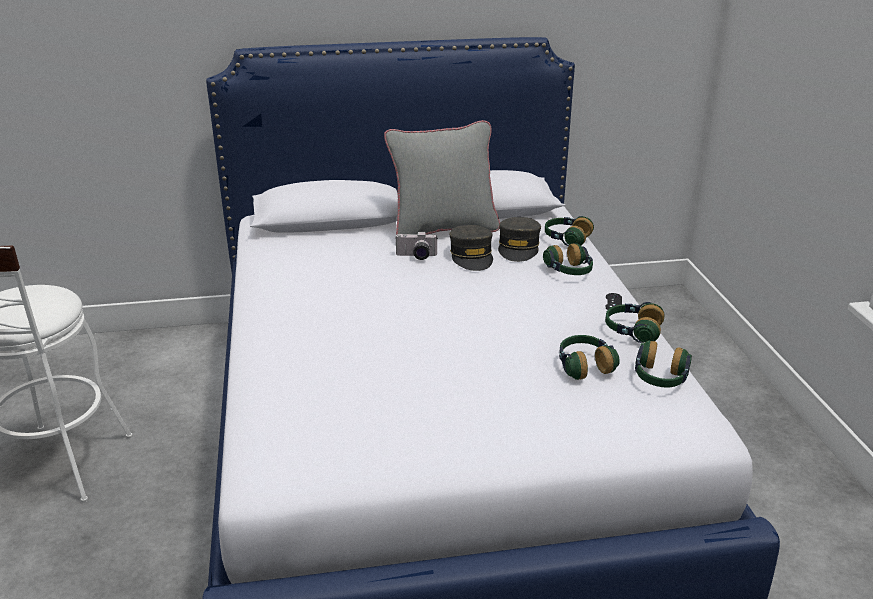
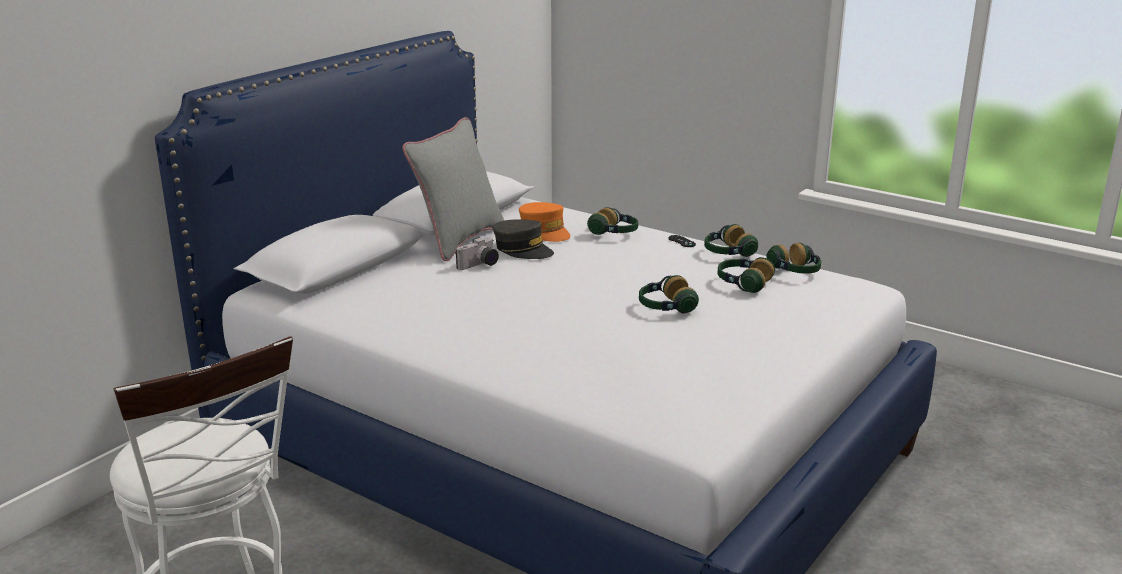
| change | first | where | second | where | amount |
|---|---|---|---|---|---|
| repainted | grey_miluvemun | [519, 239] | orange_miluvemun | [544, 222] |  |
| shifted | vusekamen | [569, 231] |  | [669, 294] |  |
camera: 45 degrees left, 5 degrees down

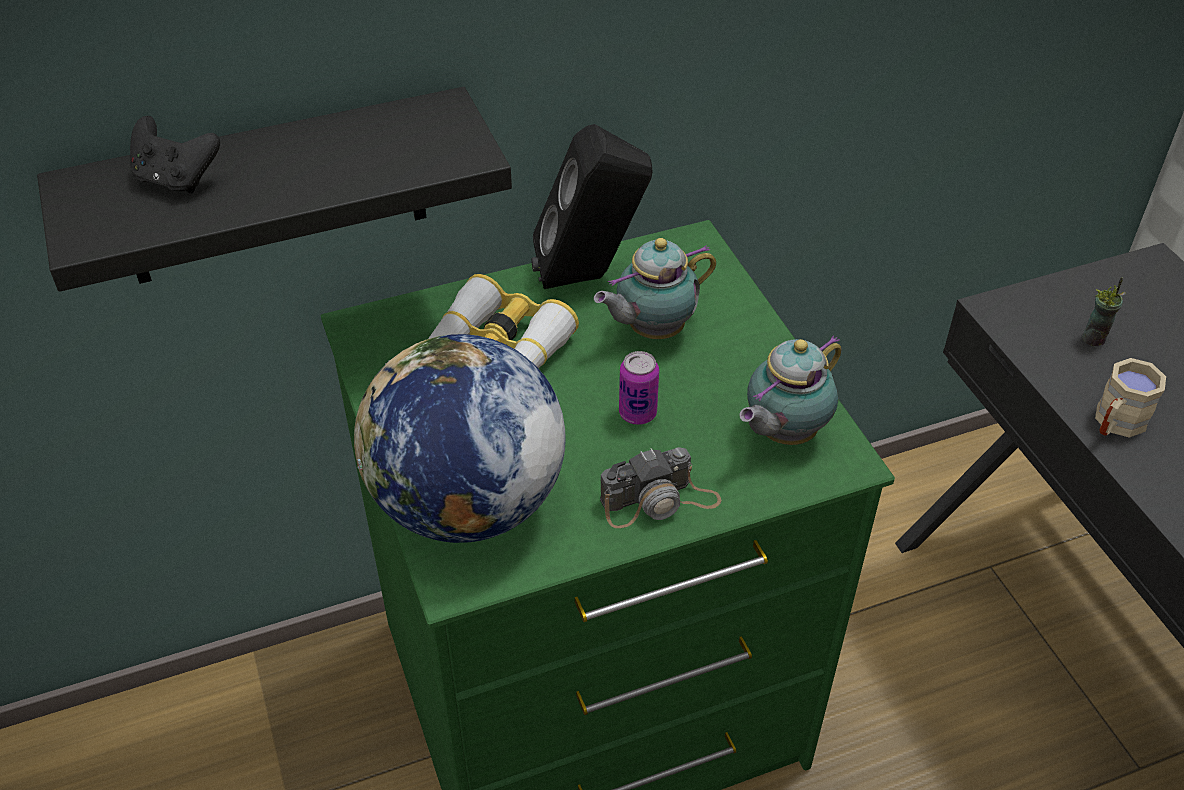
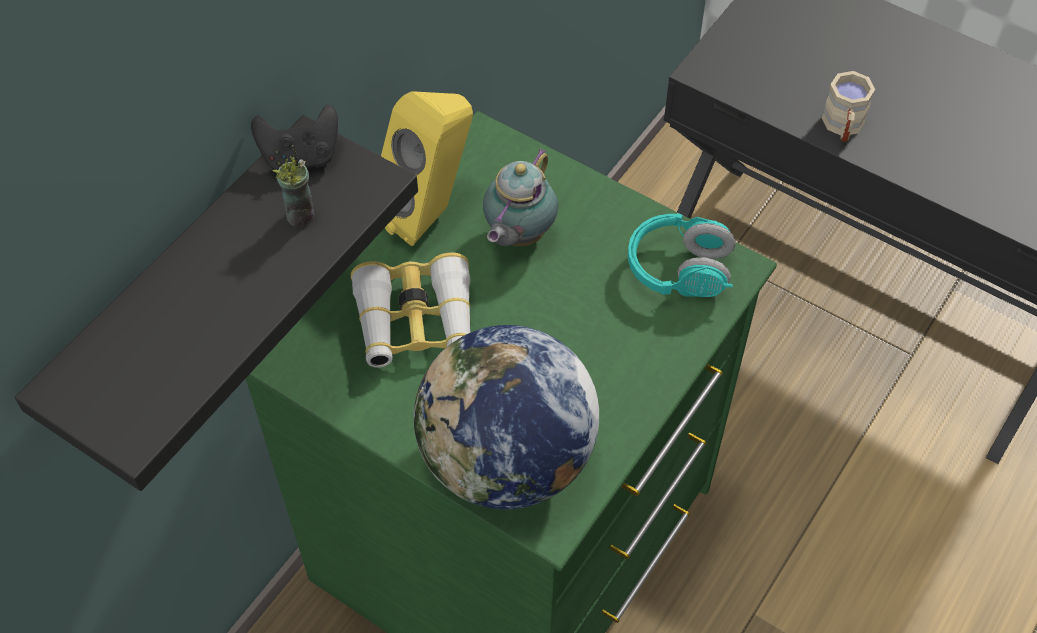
| change | first | where | second | where | amount |
|---|---|---|---|---|---|
| shifted | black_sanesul | [175, 154] |  | [294, 137] |  |
| repainted | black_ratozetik | [591, 206] | yellow_ratozetik | [427, 168] |  |
| gone | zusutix | [661, 487] |  |  |  |
| gone | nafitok | [639, 388] |  |  |  |
| swapped | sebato | [790, 390] | turquoise_vusekamen | [682, 255] |  |
| shifted | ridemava | [1104, 311] |  | [293, 186] |  |
camera: 35 degrees left, 10 degrees up

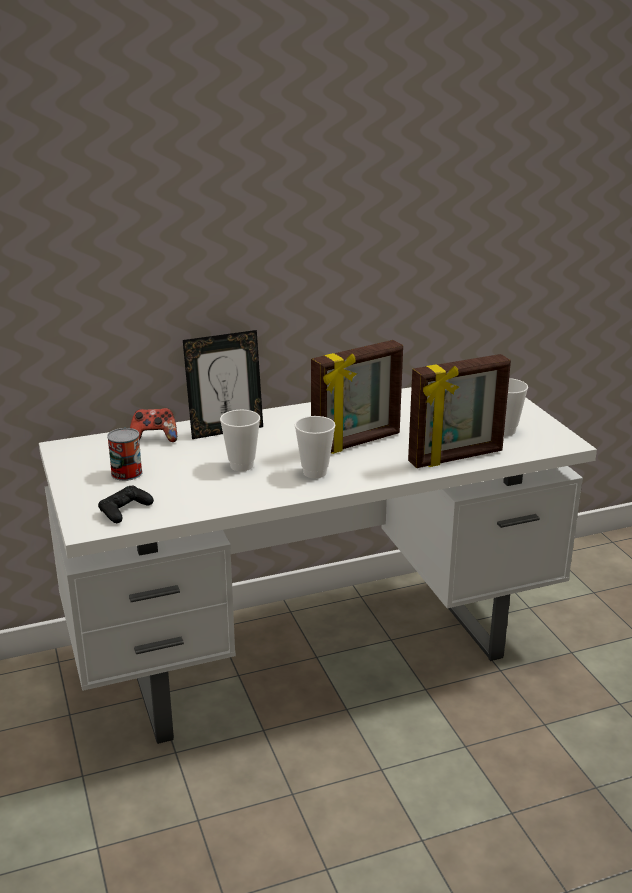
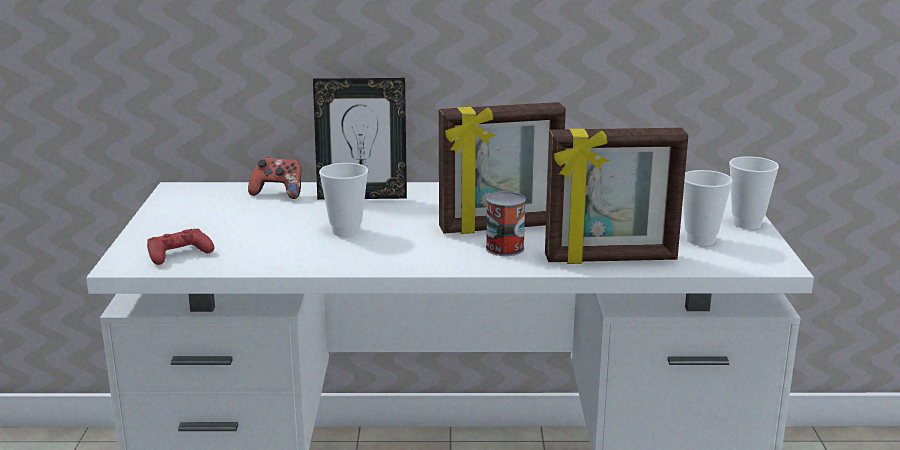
| change | first | where | second | where | amount |
|---|---|---|---|---|---|
| repainted | black_sanesul | [126, 504] | red_sanesul | [180, 247] |  |
| shifted | nafitok | [125, 454] |  | [506, 223] |  |
| shifted | ridemava | [315, 447] |  | [754, 192] |  |
camera: 20 degrees right, 5 degrees down

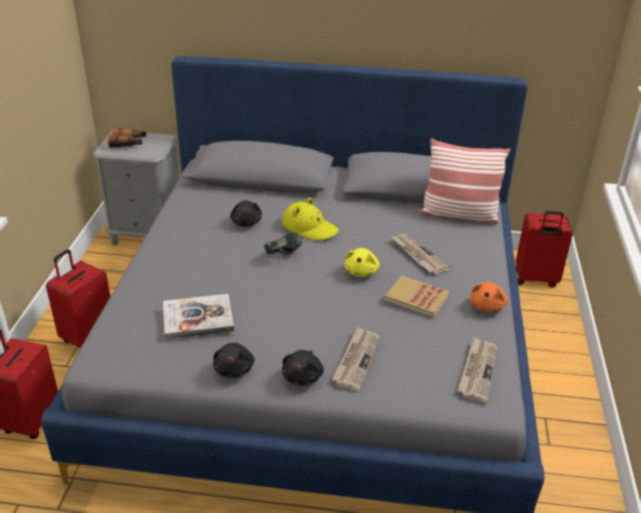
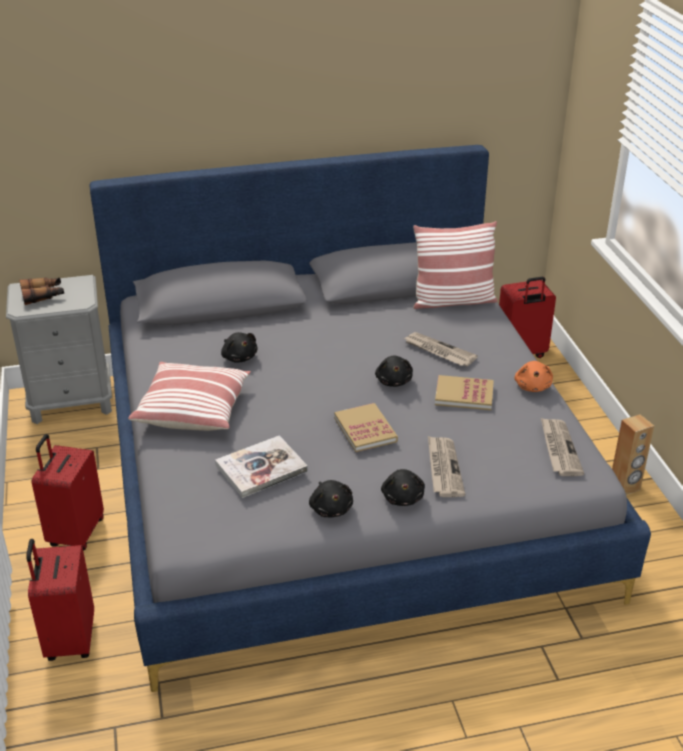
| change | first | where | second | where | amount |
|---|---|---|---|---|---|
| gone | vusekamen | [283, 243] |  |  |  |
| gone | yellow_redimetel | [310, 219] |  |  |  |
| repainted | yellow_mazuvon | [362, 262] | black_mazuvon | [394, 371] |  |
| new |  |  | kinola | [189, 396] |  |
| new |  |  | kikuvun | [366, 427] |  |
| new |  |  | brown_ratozetik | [633, 454] |  |
camera: 20 degrees left, 0 degrees up

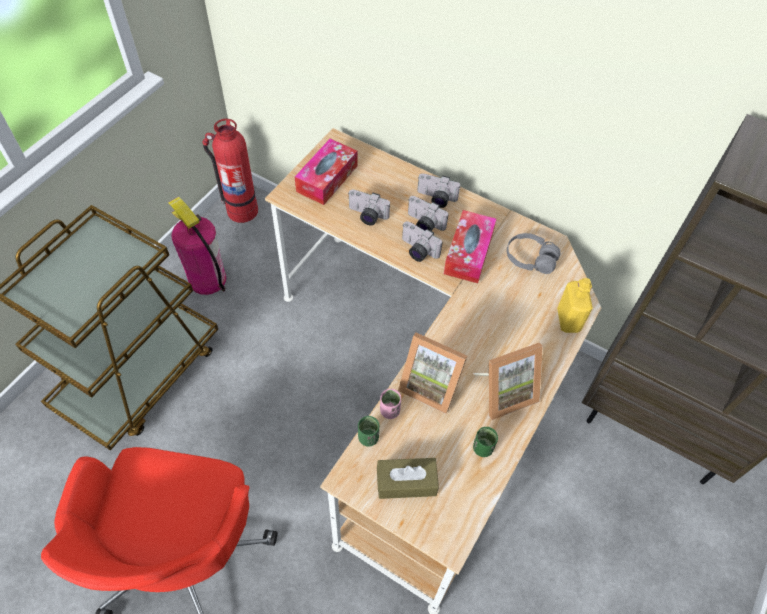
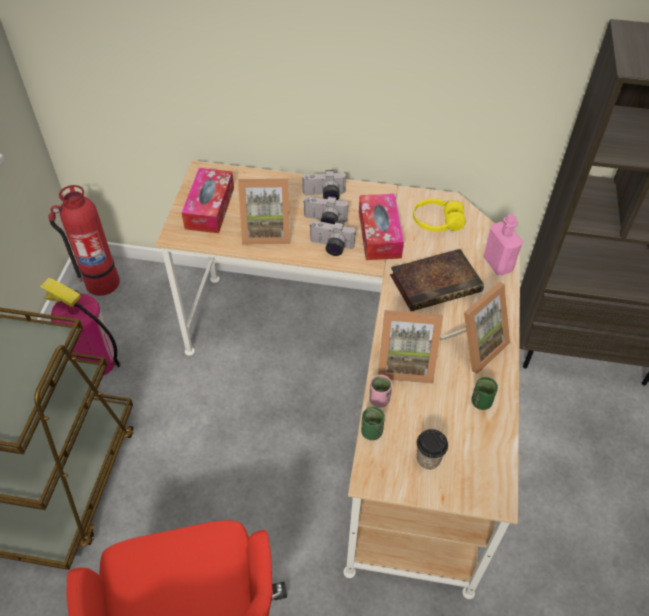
| change | first | where | second | where | amount |
|---|---|---|---|---|---|
| swapped | zusutix | [369, 207] | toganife | [264, 211] |  |
| swapped | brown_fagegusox | [408, 478] | ridemava | [432, 449] |  |
| repainted | grey_vusekamen | [534, 253] | yellow_vusekamen | [439, 215] |  |
| repainted | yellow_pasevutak | [575, 305] | pink_pasevutak | [503, 244] |  |
| new |  |  | kikuvun | [437, 280] |  |
camera: 20 degrees left, 5 degrees down

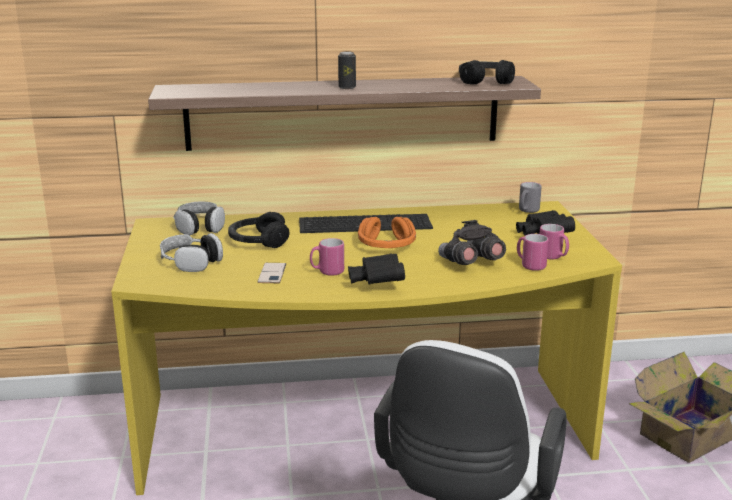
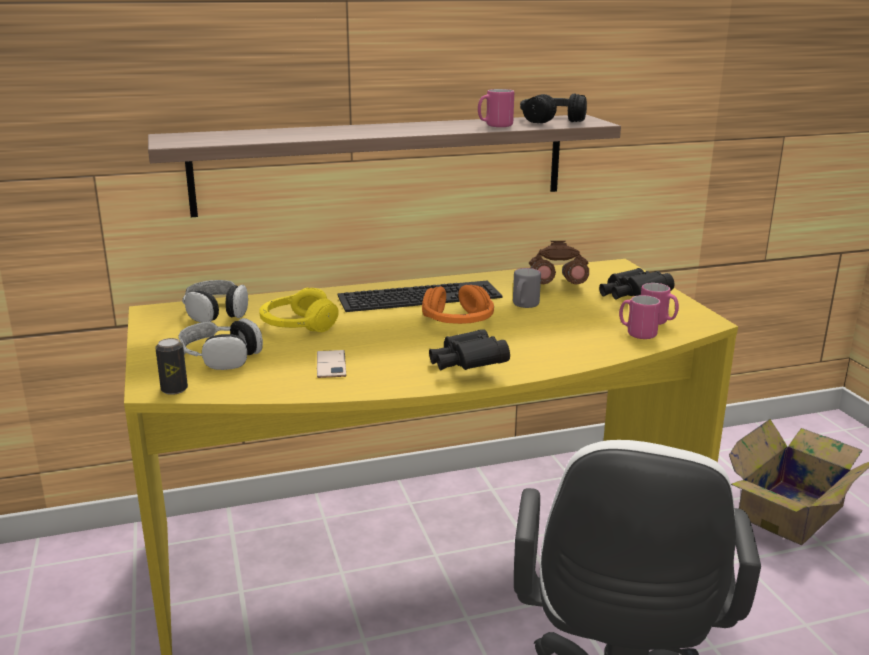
| change | first | where | second | where | amount |
|---|---|---|---|---|---|
| repainted | black_vusekamen | [259, 230] | yellow_vusekamen | [299, 309] |  |
| shifted | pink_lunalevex | [327, 257] |  | [496, 108] |  |
| shifted | nafitok | [347, 70] |  | [171, 366] |  |
| gone | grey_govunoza | [472, 242] |  |  |  |
| shifted | grey_lunalevex | [530, 197] |  | [527, 288] |  |
| new |  |  | brown_govunoza | [559, 263] |  |
camera: 10 degrees left, 0 degrees up

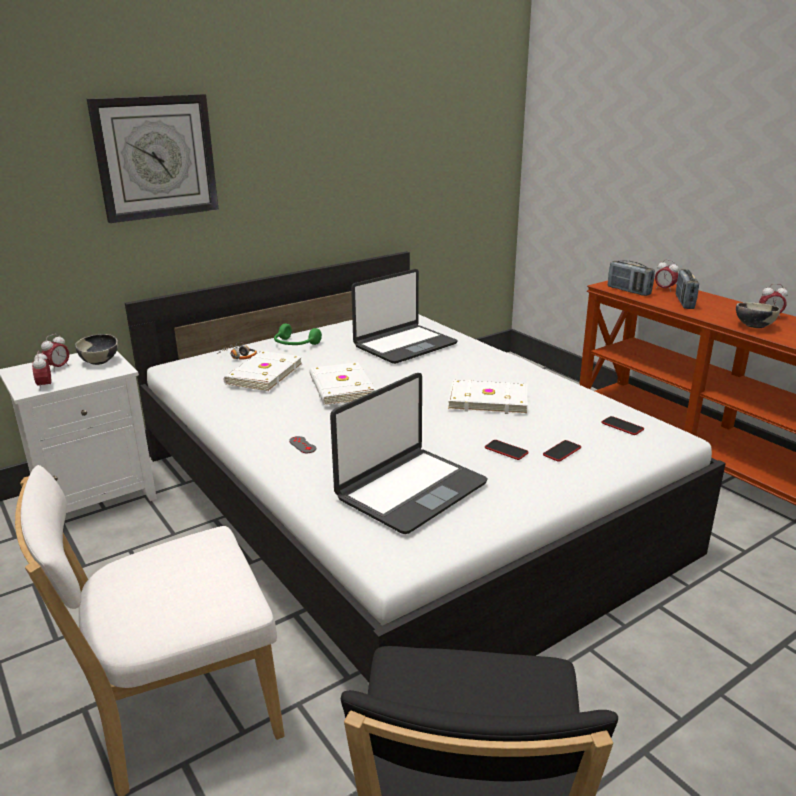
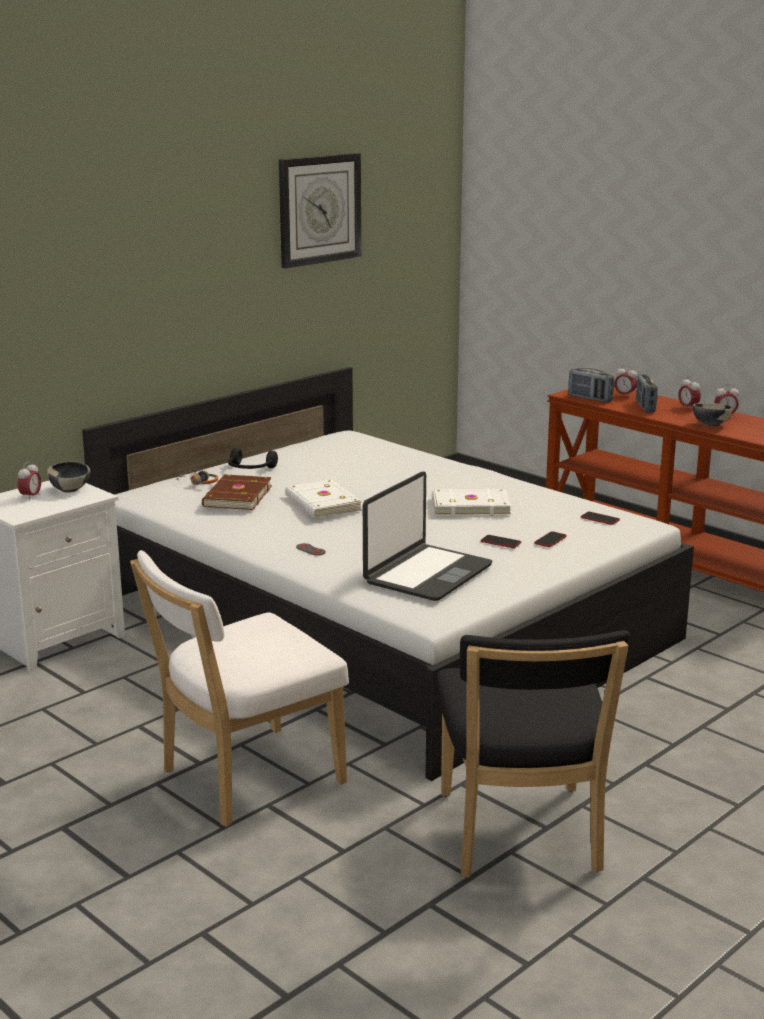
| change | first | where | second | where | amount |
|---|---|---|---|---|---|
| shifted | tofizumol | [42, 371] |  | [689, 393] |  |
| shifted | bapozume | [153, 158] |  | [320, 210] |  |
| repainted | white_kikuvun | [263, 371] | brown_kikuvun | [237, 492] |  |
| repainted | green_vusekamen | [298, 334] | black_vusekamen | [253, 458] |  |
| gone | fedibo | [404, 316] |  |  |  |
camera: 10 degrees left, 5 degrees down

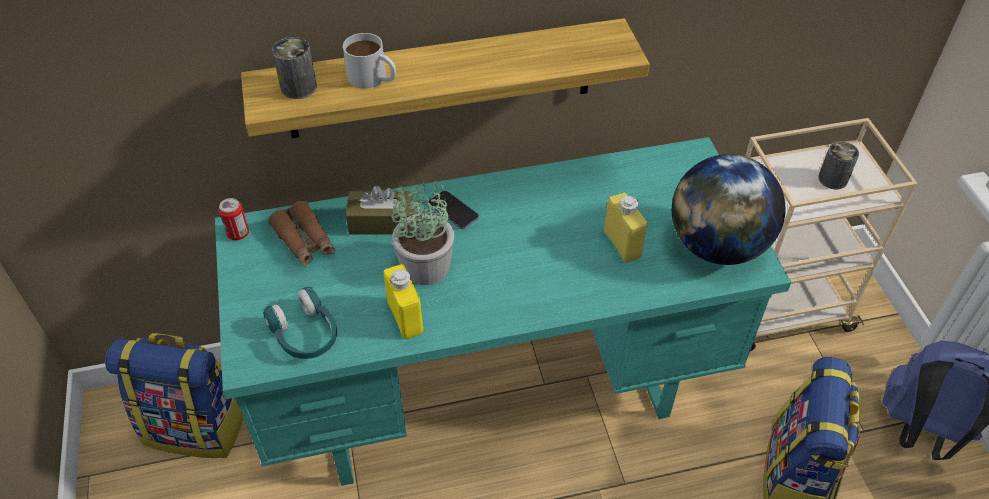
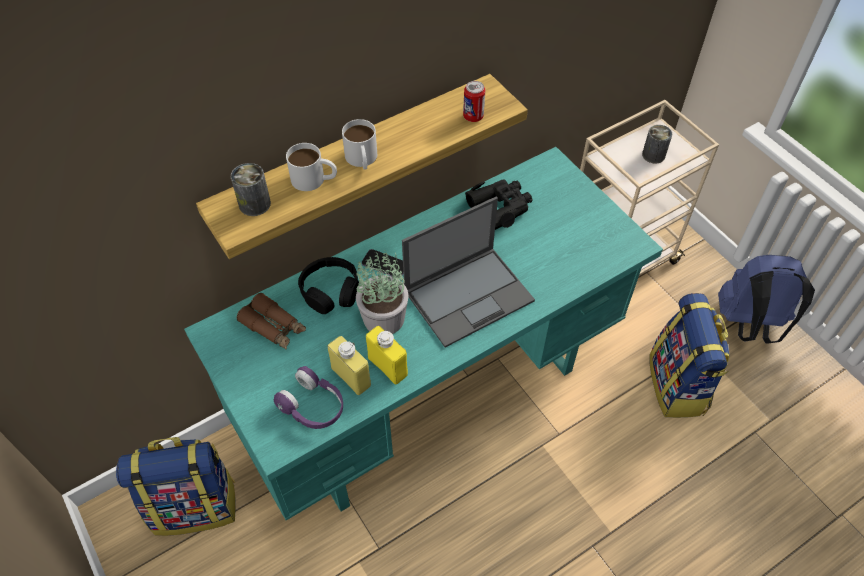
| change | first | where | second | where | amount |
|---|---|---|---|---|---|
| shifted | nafitok | [234, 219] |  | [474, 101] |  |
| repainted | turquoise_vusekamen | [300, 323] | purple_vusekamen | [308, 397] |  |
| swapped | brown_fagegusox | [380, 210] | black_vusekamen | [328, 285] |  |
| shifted | yellow_pasevutak | [625, 228] |  | [349, 365] |  |
| gone | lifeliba | [729, 209] |  |  |  |
| new |  |  | white_lunalevex | [359, 144] |  |
| new |  |  | fedibo | [468, 272] |  |
| new |  |  | black_govunoza | [499, 204] |  |
camera: 20 degrees left, 5 degrees up

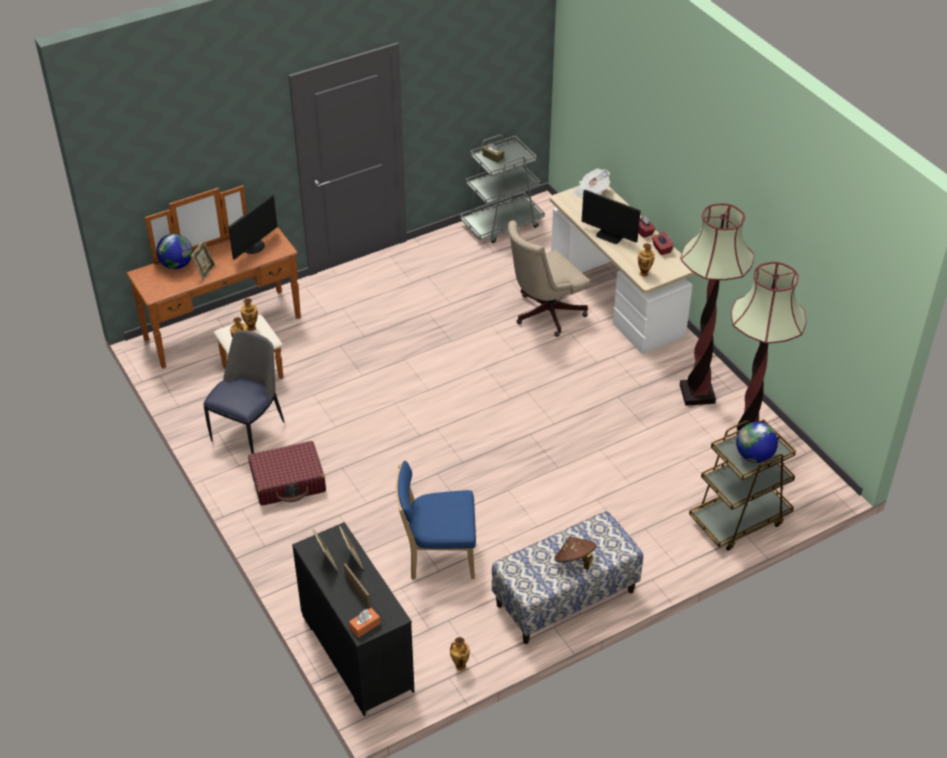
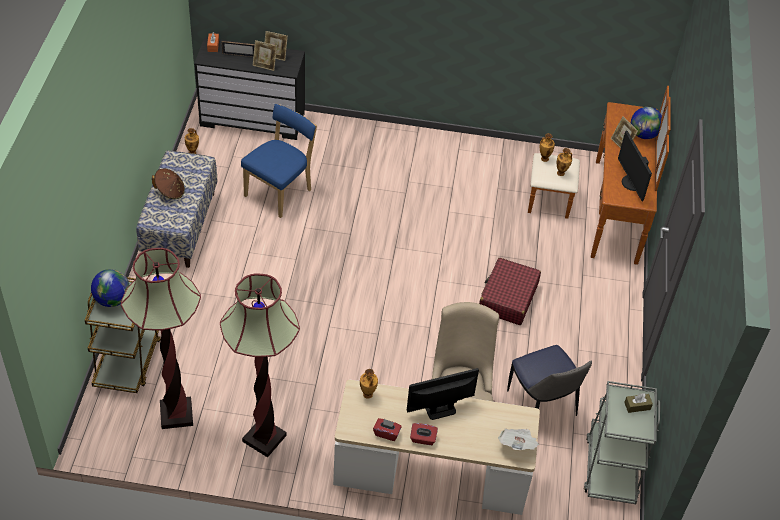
| change | first | where | second | where | amount |
|---|---|---|---|---|---|
| shifted | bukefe | [244, 391] |  | [549, 380] |  |
| shifted | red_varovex | [287, 473] |  | [510, 291] |  |
camera: 125 degrees right, 5 degrees up

